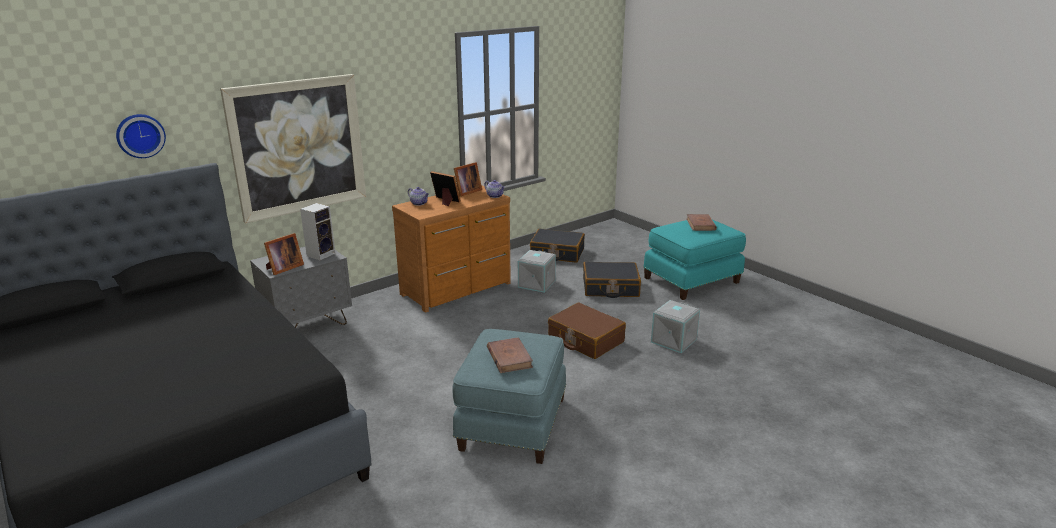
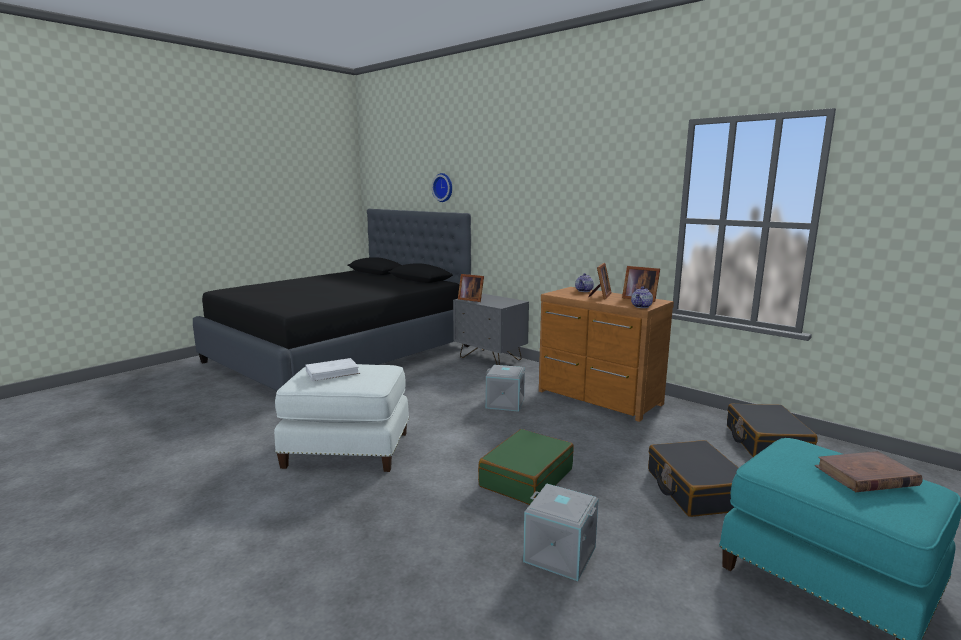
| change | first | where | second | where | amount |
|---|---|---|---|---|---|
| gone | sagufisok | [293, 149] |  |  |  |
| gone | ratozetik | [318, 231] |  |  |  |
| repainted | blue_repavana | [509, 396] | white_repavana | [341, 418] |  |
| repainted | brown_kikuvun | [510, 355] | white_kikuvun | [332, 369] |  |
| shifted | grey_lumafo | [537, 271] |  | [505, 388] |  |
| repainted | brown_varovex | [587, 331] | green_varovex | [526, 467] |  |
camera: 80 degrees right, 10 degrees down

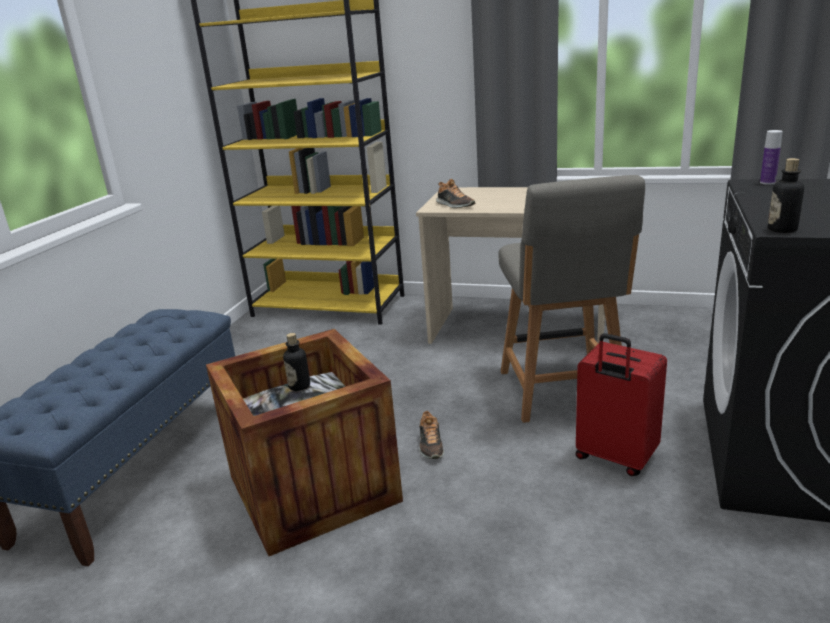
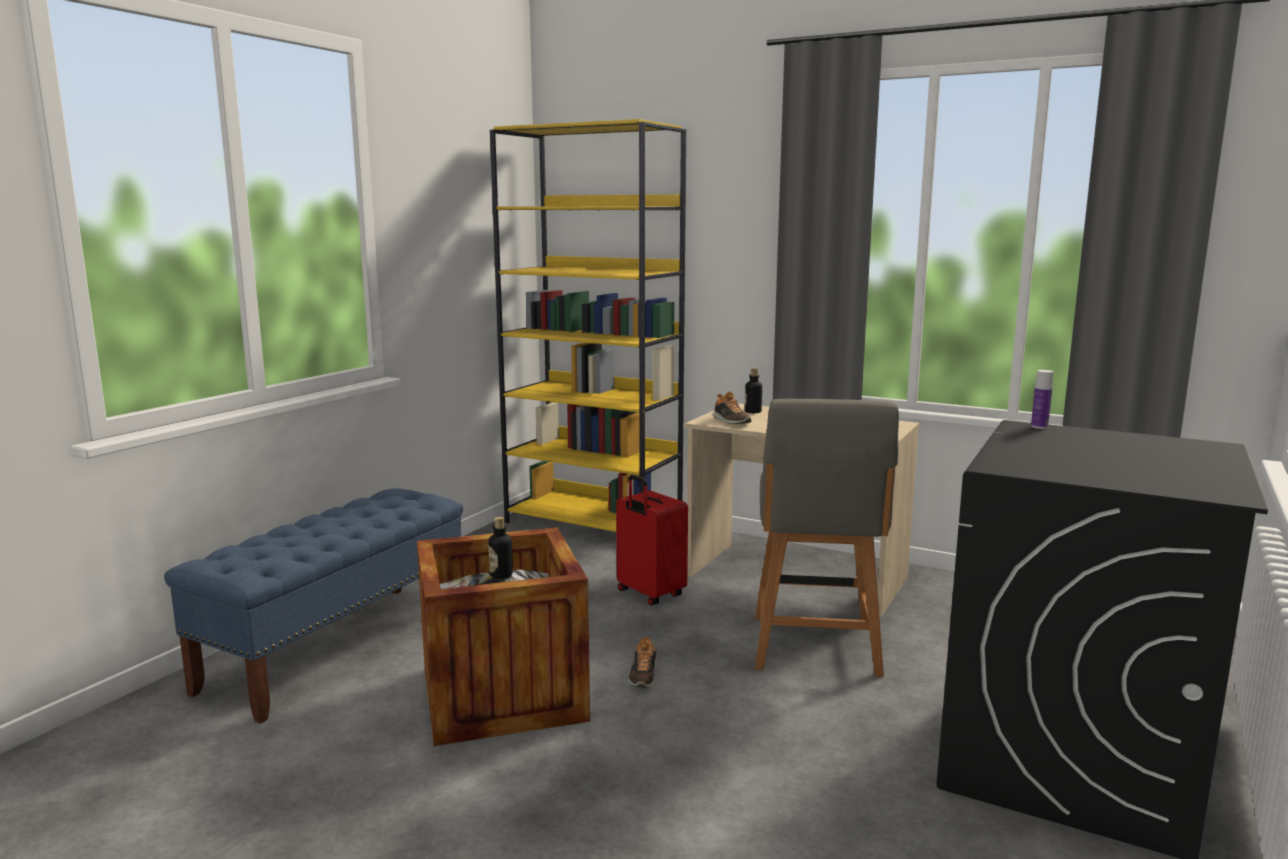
| change | first | where | second | where | amount |
|---|---|---|---|---|---|
| shifted | red_varovex | [621, 404] |  | [652, 539] |  |
| shifted | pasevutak | [786, 195] |  | [753, 390] |  |
camera: 10 degrees right, 10 degrees down

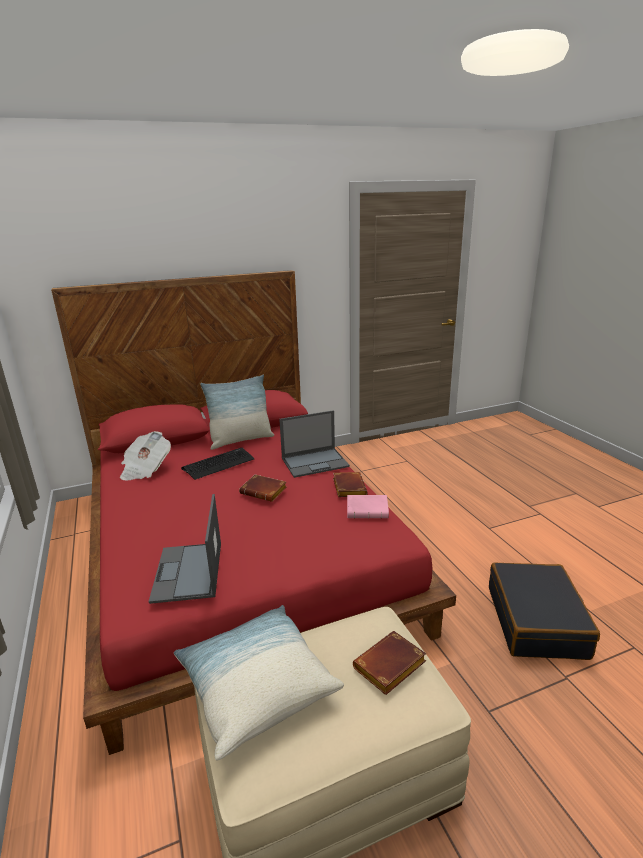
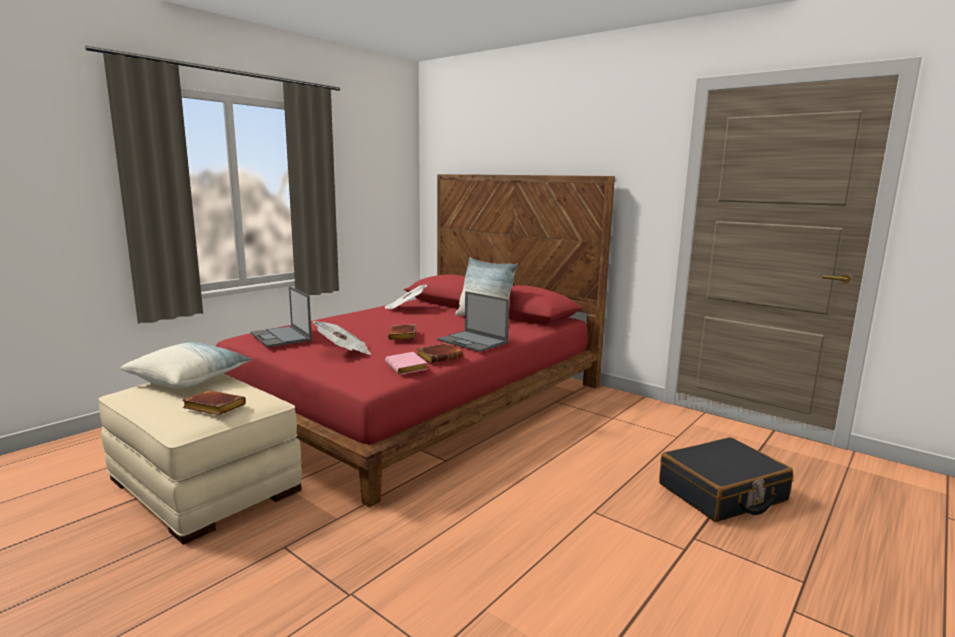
| change | first | where | second | where | amount |
|---|---|---|---|---|---|
| rotated | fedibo | [185, 549] |  | [281, 316] | 90 degrees counterclockwise |
| gone | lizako | [218, 464] |  |  |  |
| shifted | black_varovex | [544, 611] |  | [726, 479] |  |
| new |  |  | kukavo | [342, 337] |  |
camera: 60 degrees right, 10 degrees down

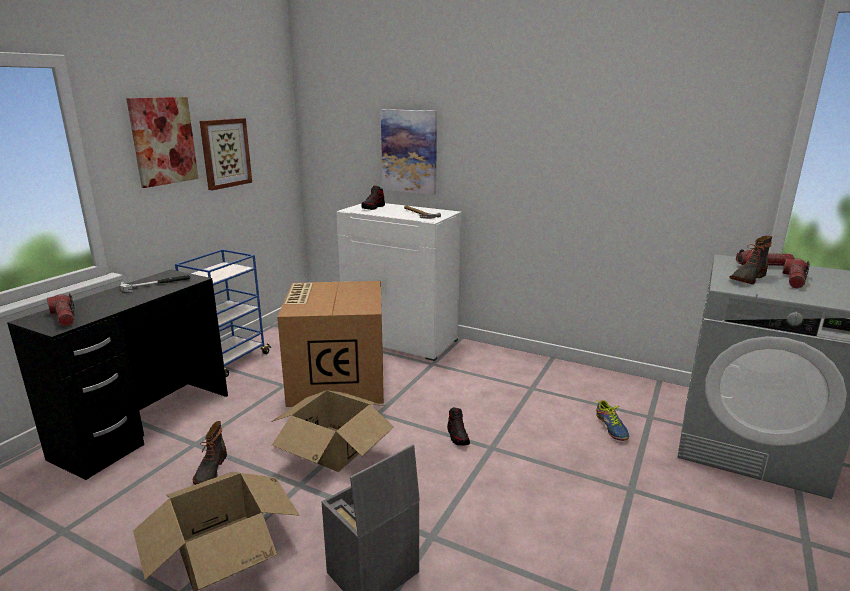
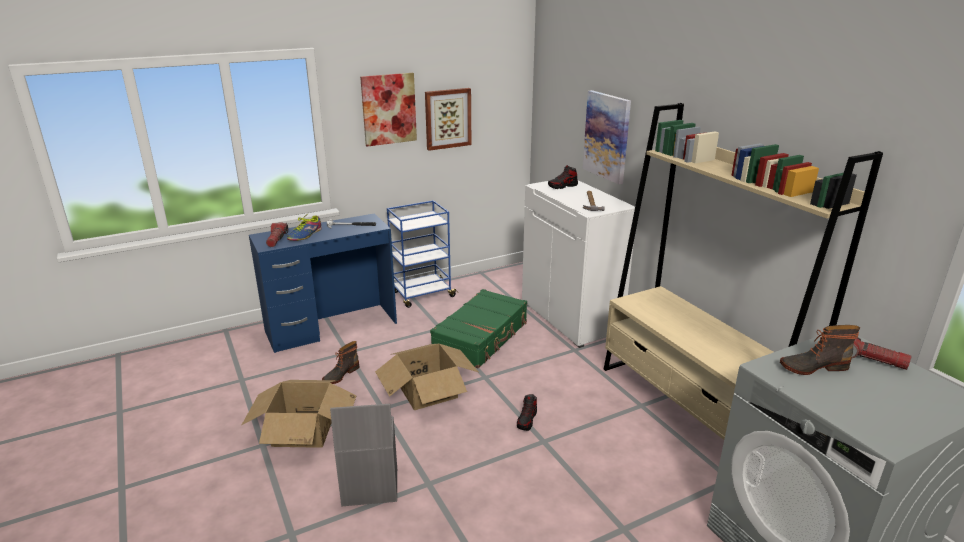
| change | first | where | second | where | amount |
|---|---|---|---|---|---|
| repainted | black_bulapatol | [117, 374] | blue_bulapatol | [323, 283] |  |
| swapped | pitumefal | [330, 344] | green_varovex | [478, 328] |  |
| shifted | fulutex | [612, 420] |  | [304, 227] |  |
| gone | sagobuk | [796, 273] |  |  |  |
| new |  |  | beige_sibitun | [743, 271] |  |
camera: 35 degrees right, 5 degrees up

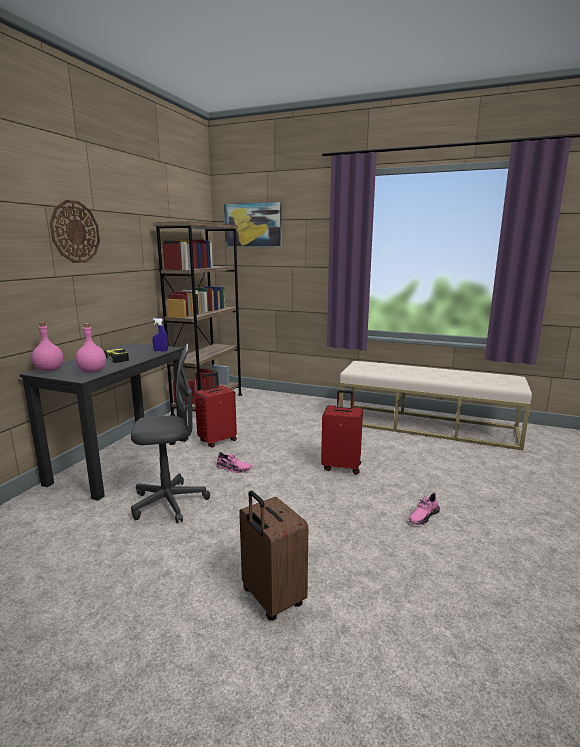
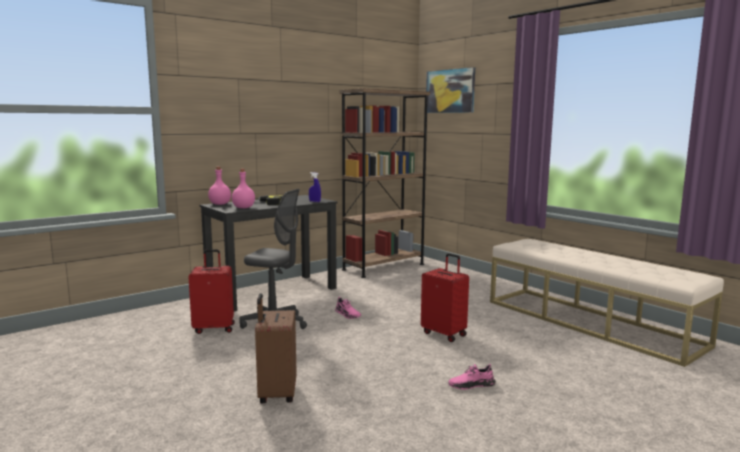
| change | first | where | second | where | amount |
|---|---|---|---|---|---|
| gone | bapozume | [75, 231] |  |  |  |
| shifted | red_varovex | [216, 410] |  | [212, 291] |  |
camera: 30 degrees right, 5 degrees down

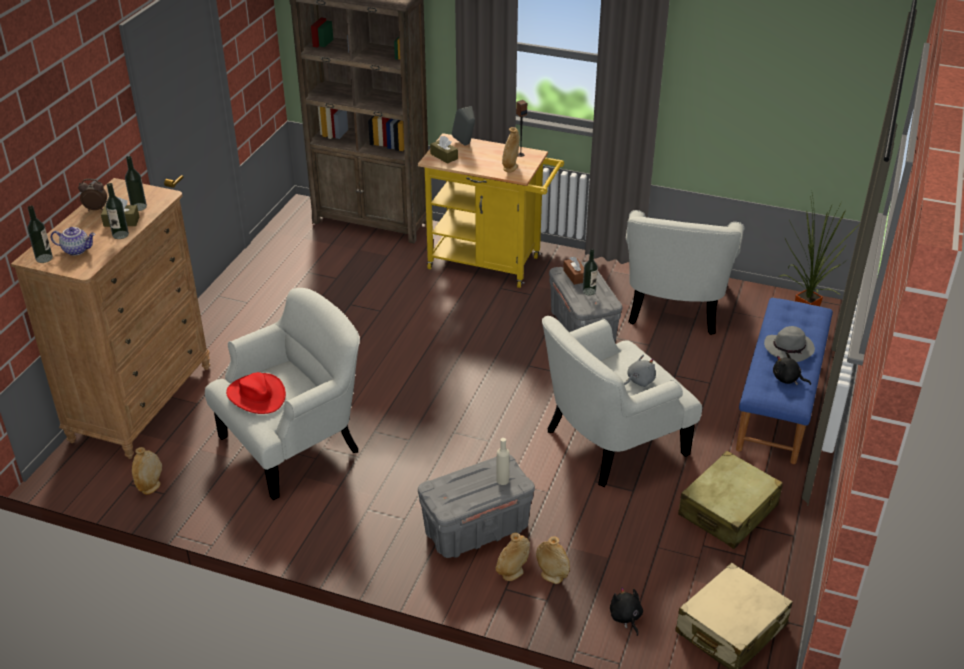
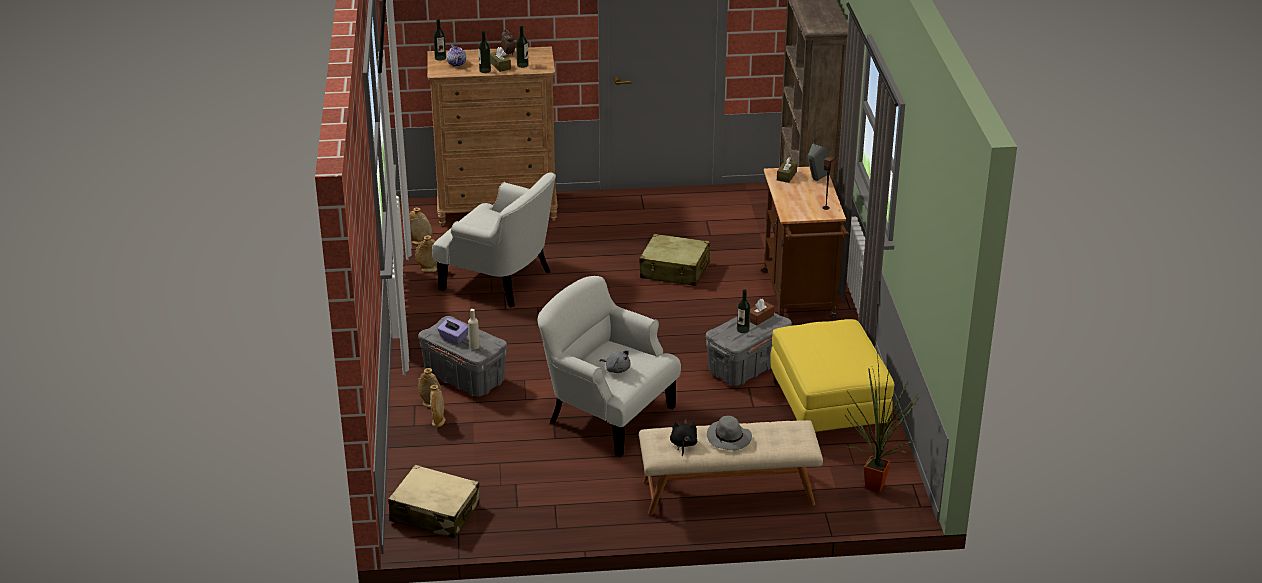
| change | first | where | second | where | amount |
|---|---|---|---|---|---|
| gone | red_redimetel | [256, 393] |  |  |  |
| repainted | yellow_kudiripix | [491, 210] | brown_kudiripix | [805, 243] |  |
| shifted | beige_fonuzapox | [511, 150] |  | [426, 253] |  |
| gone | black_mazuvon | [626, 611] |  |  |  |
| swapped | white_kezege | [685, 272] | yellow_repavana | [832, 377] |  |
| shifted | beige_varovex | [730, 500] |  | [674, 260] |  |
| repainted | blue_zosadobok | [784, 381] | beige_zosadobok | [731, 467] |  |
| new |  |  | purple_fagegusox | [453, 331] |  |
camera: 65 degrees right, 5 degrees down

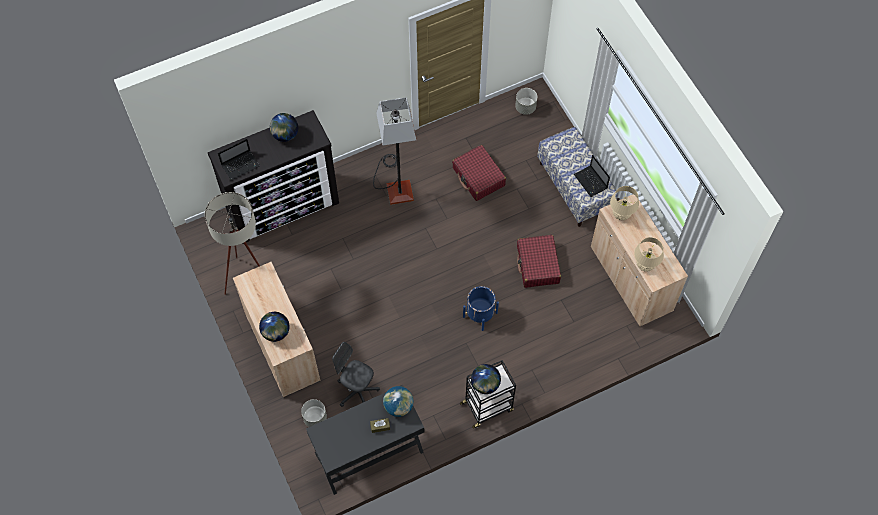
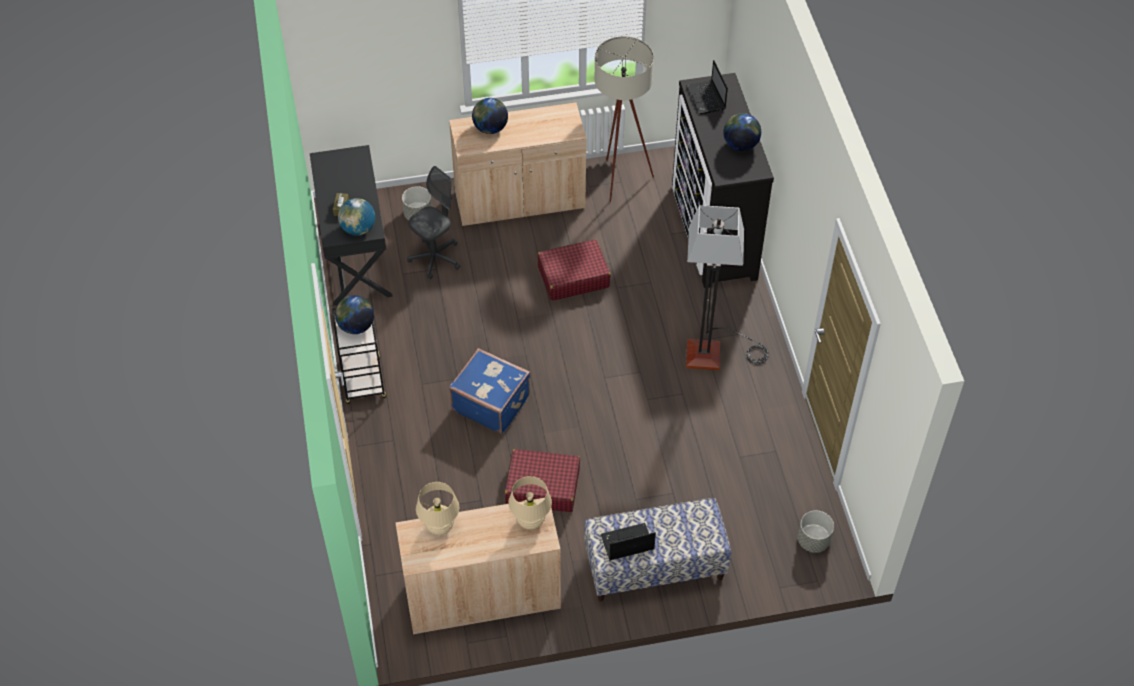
| change | first | where | second | where | amount |
|---|---|---|---|---|---|
| shifted | red_varovex | [479, 173] |  | [574, 270] |  |
| swapped | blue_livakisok | [481, 308] | blue_varovex | [490, 391] |  |
camera: 105 degrees right, 10 degrees down

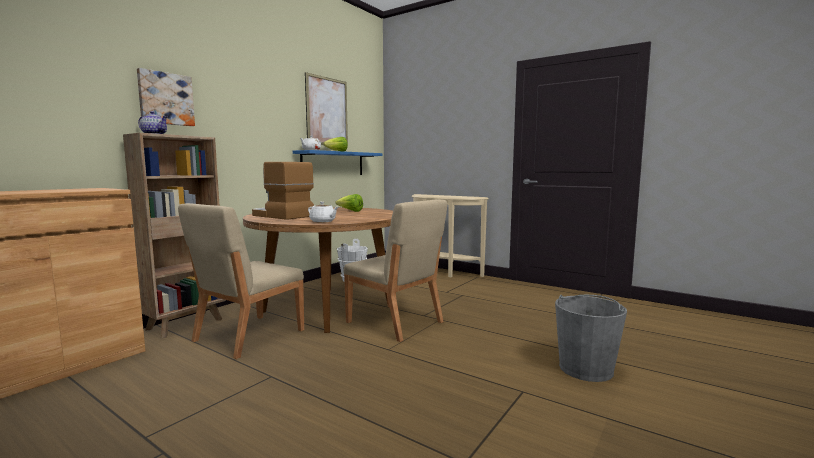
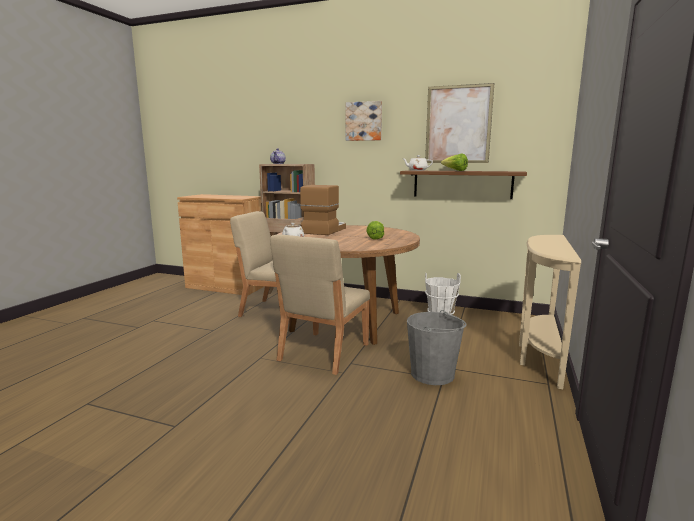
| change | first | where | second | where | amount |
|---|---|---|---|---|---|
| shifted | sagufisok | [166, 97] |  | [363, 121] |  |
| repainted | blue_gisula | [337, 162] | brown_gisula | [463, 184] |  |
| shifted | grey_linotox | [591, 338] |  | [437, 347] |  |
camera: 75 degrees right, 5 degrees up

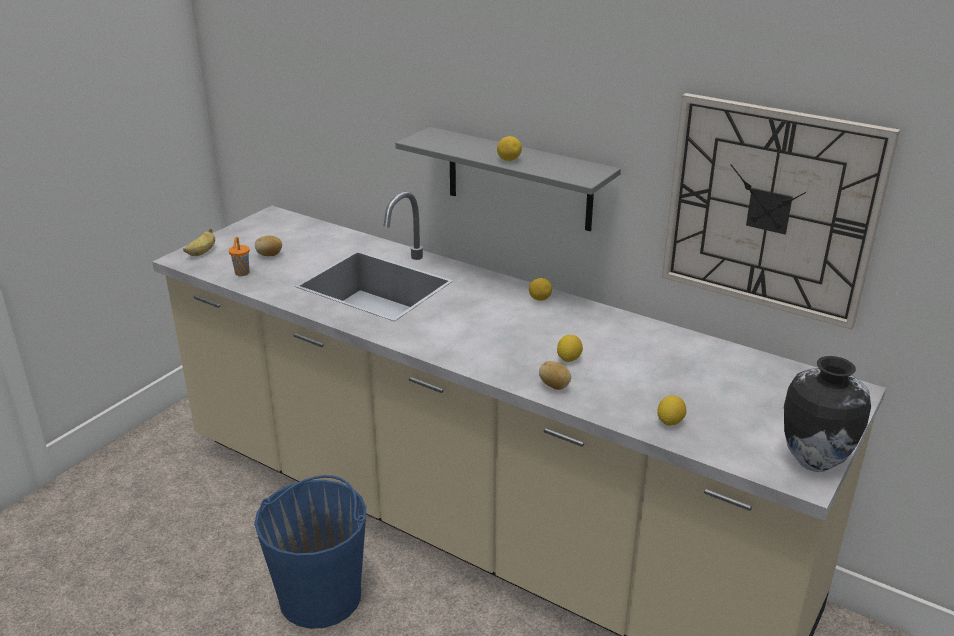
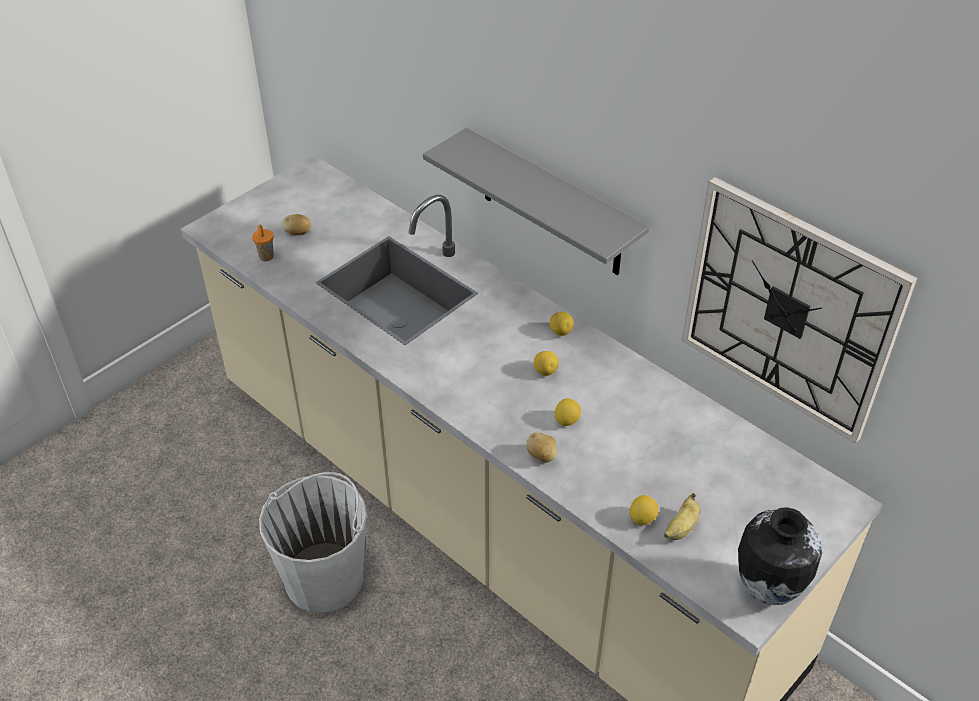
| change | first | where | second | where | amount |
|---|---|---|---|---|---|
| shifted | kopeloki | [199, 242] |  | [682, 516] |  |
| repainted | blue_linotox | [310, 552] | white_linotox | [313, 542] |  |
| shifted | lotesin | [509, 148] |  | [546, 363] |  |
camera: 10 degrees right, 15 degrees up

